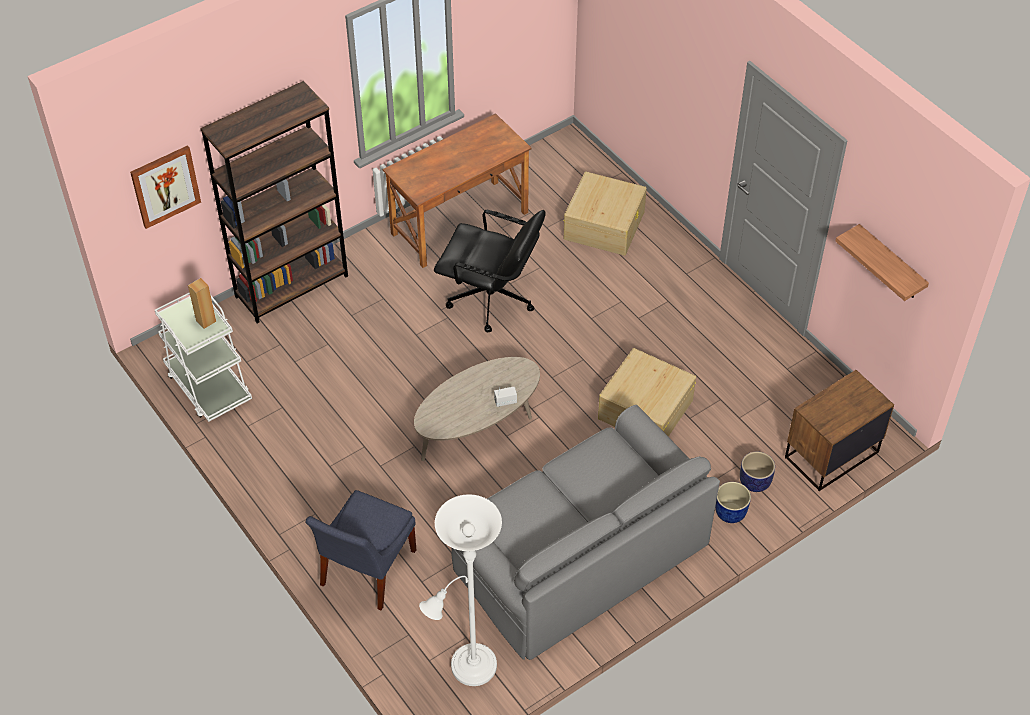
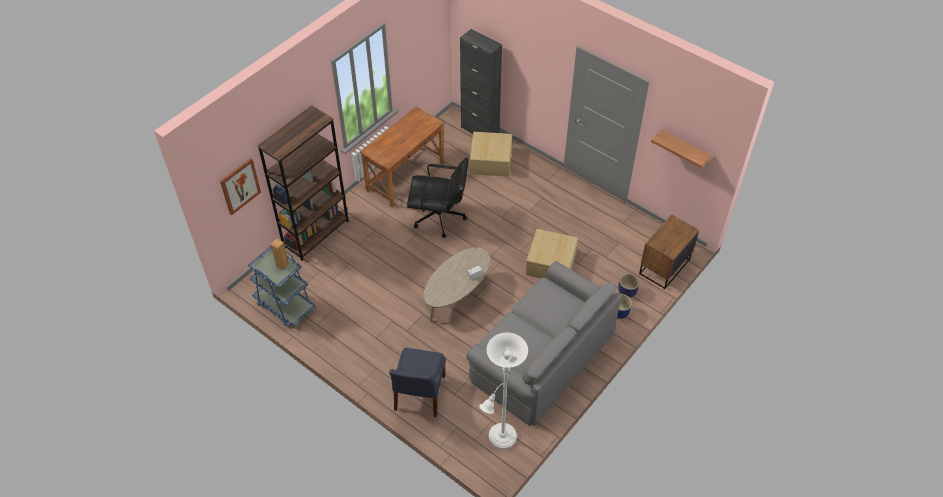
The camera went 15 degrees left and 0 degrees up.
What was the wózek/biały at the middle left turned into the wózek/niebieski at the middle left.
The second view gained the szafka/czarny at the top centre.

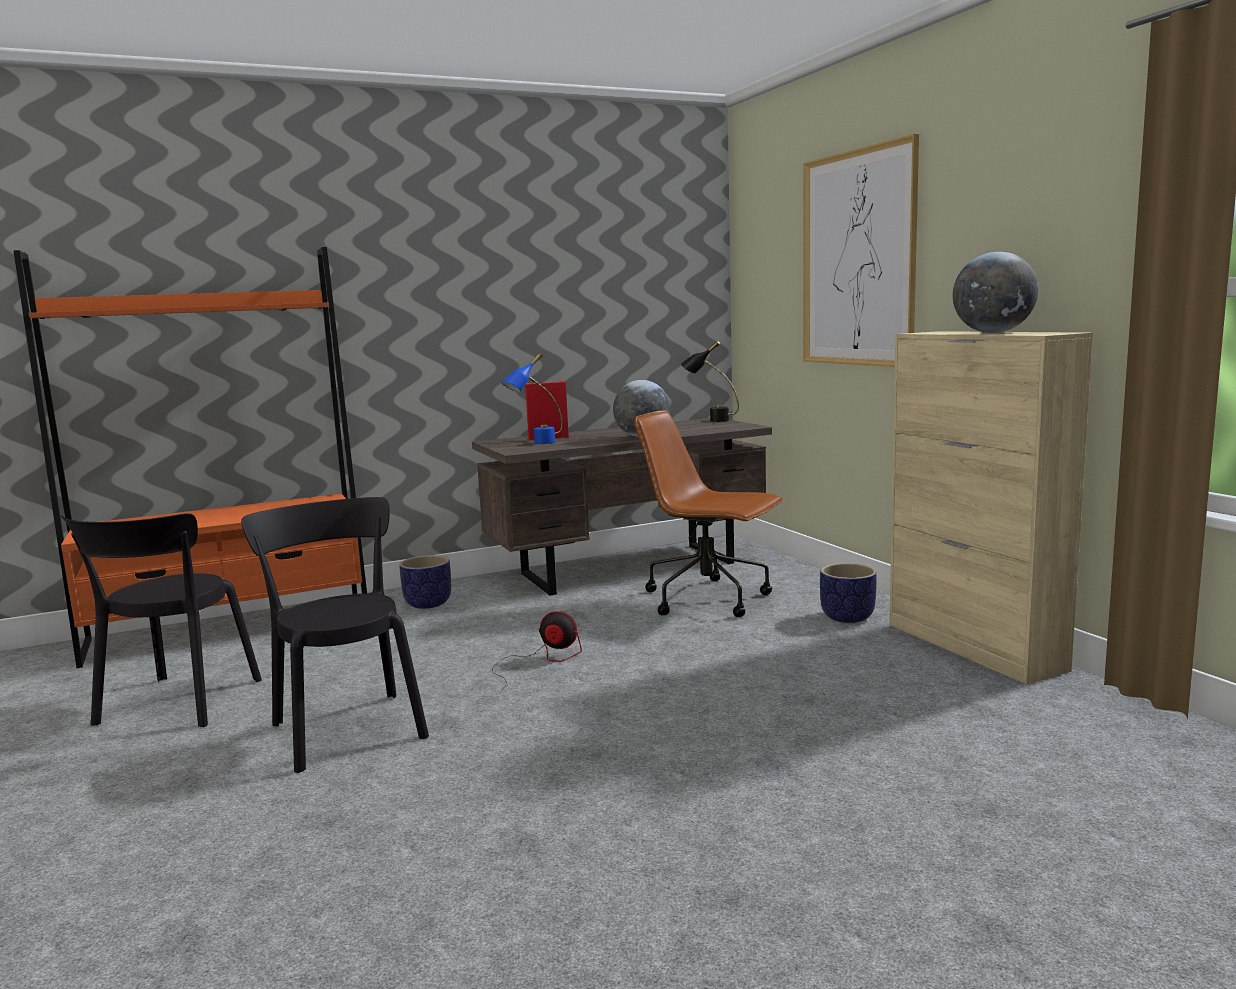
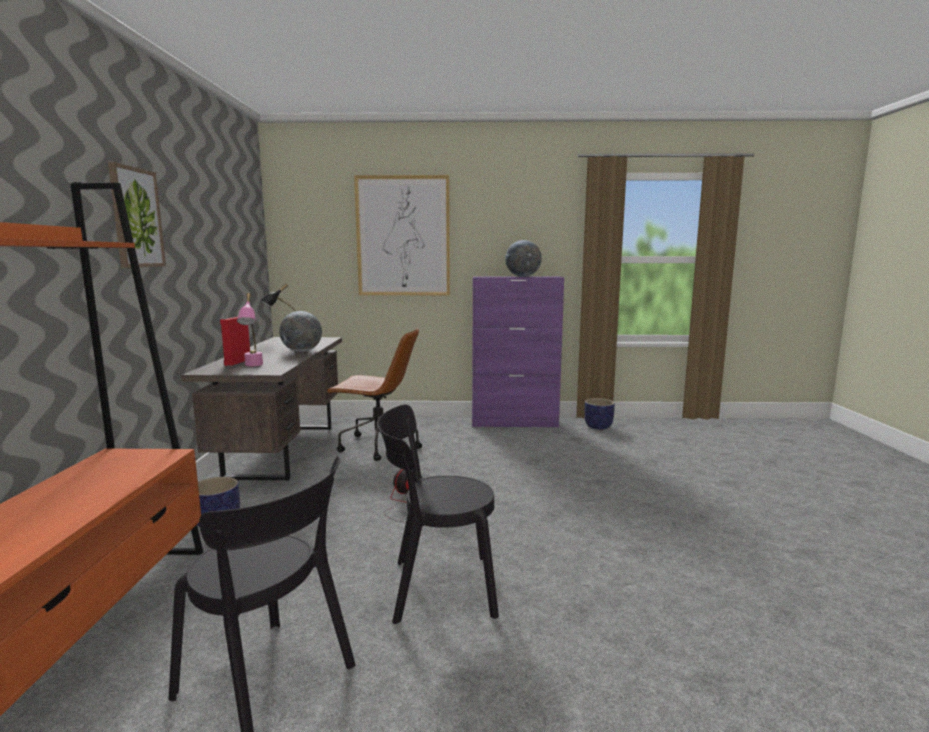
The camera went 65 degrees left and 0 degrees up.
What was the szafka/beżowy at the middle right turned into the szafka/fioletowy at the centre.
What was the lampa stołowa/niebieski at the centre turned into the lampa stołowa/różowy at the middle left.
The krzesło biurowe/brązowy at the centre ended up facing another way, 135 degrees counterclockwise from before.
The donica (2nd from left) ended up elsewhere, having gone from the middle right to the centre.
The second view gained the obraz (1st from left) at the top left.

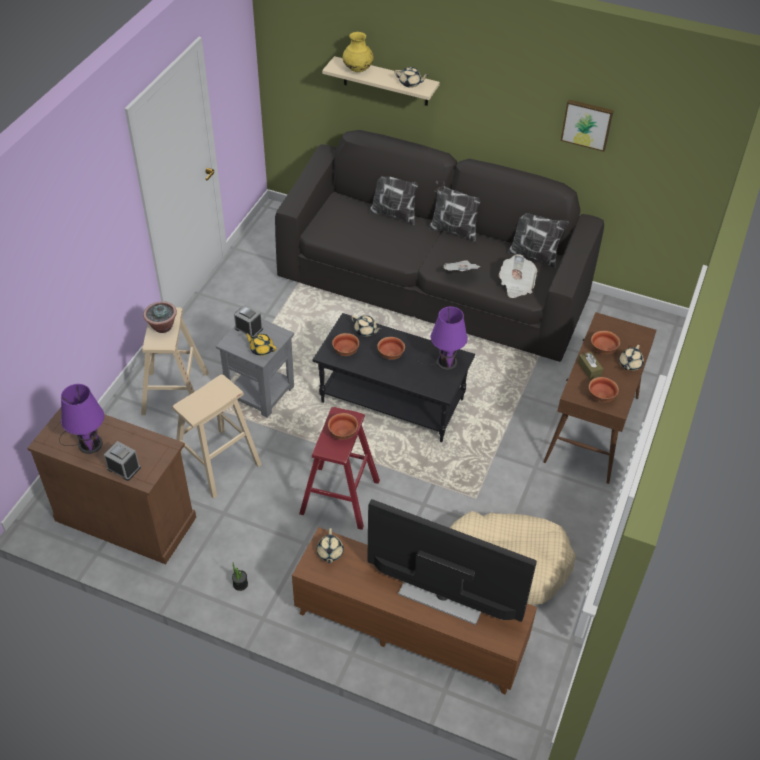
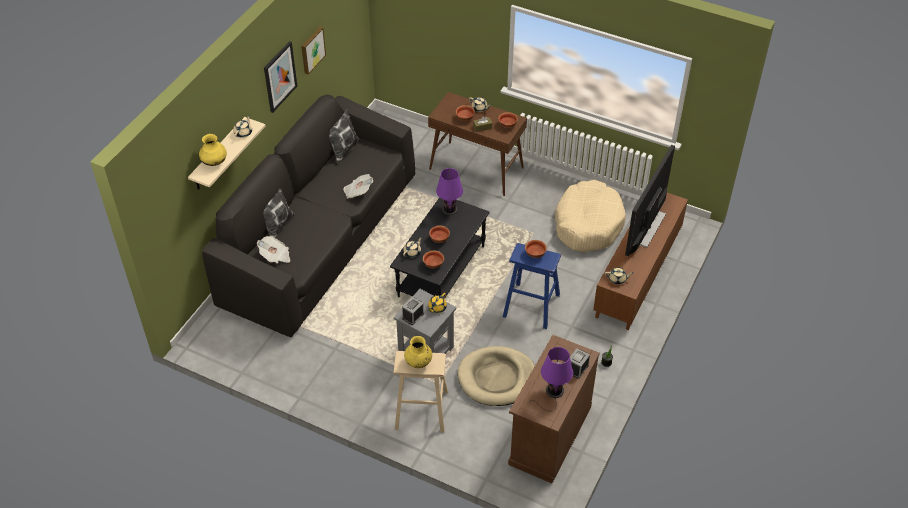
The camera went 85 degrees left and 0 degrees up.
The second view lost the poduszka (2nd from left) at the top centre.
The gazeta (2nd from left in the first image) ended up elsewhere, having gone from the middle right to the middle left.
Where the roślina doniczkowa (1st from left) stood at the middle left, the wazon/żółty (2nd from left) came to stand at the bottom centre.
Where the stołek/beżowy (2nd from left) stood at the middle left, the legowisko/beżowy (1st from left) came to stand at the bottom centre.
What was the stołek/czerwony at the centre turned into the stołek/niebieski at the centre.
The second view gained the obraz (1st from left) at the top left.

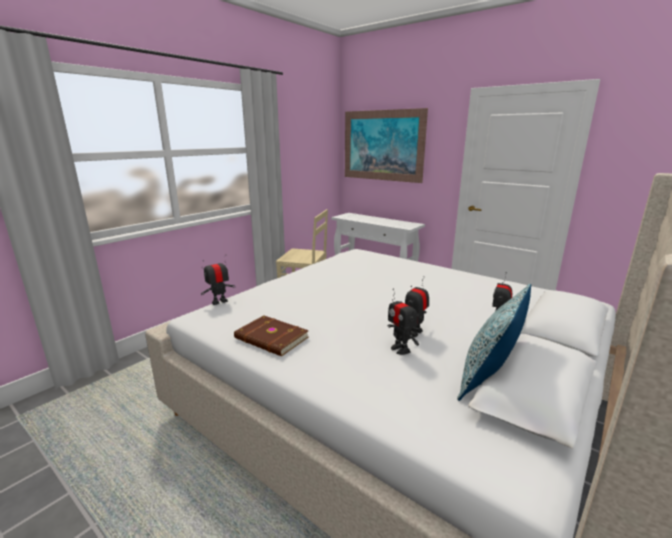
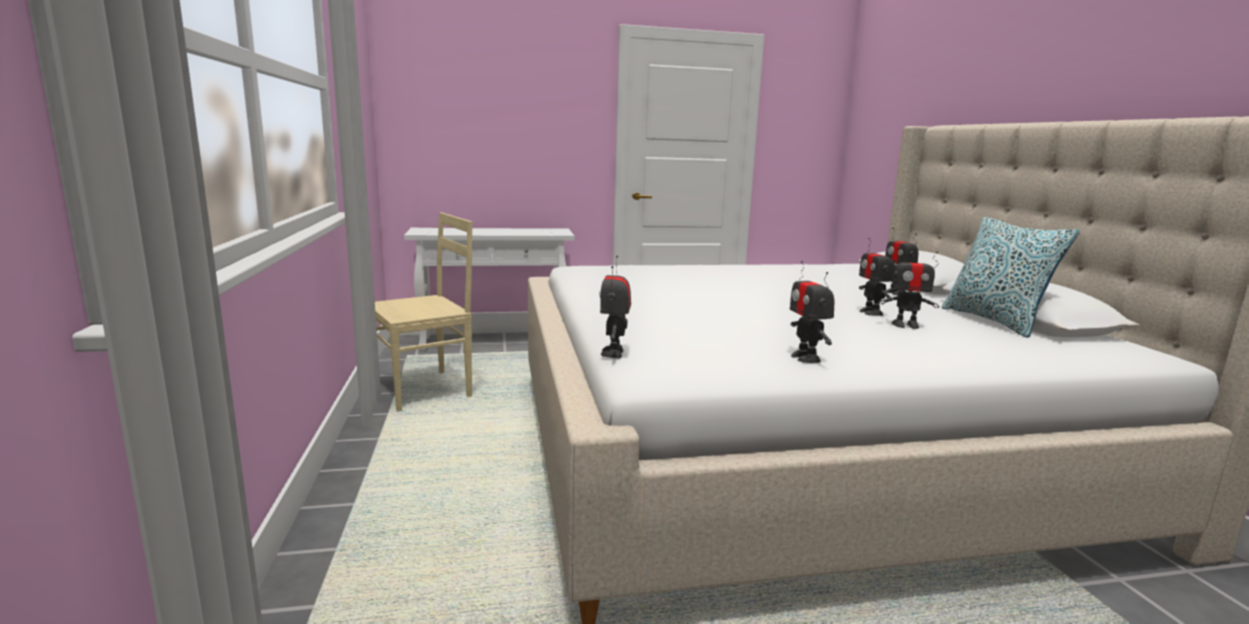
The camera went 50 degrees left and 5 degrees down.
The second view lost the obraz at the top centre.
Where the książka/brązowy stood at the centre, the robot zabawkowy (2nd from left) came to stand at the centre.

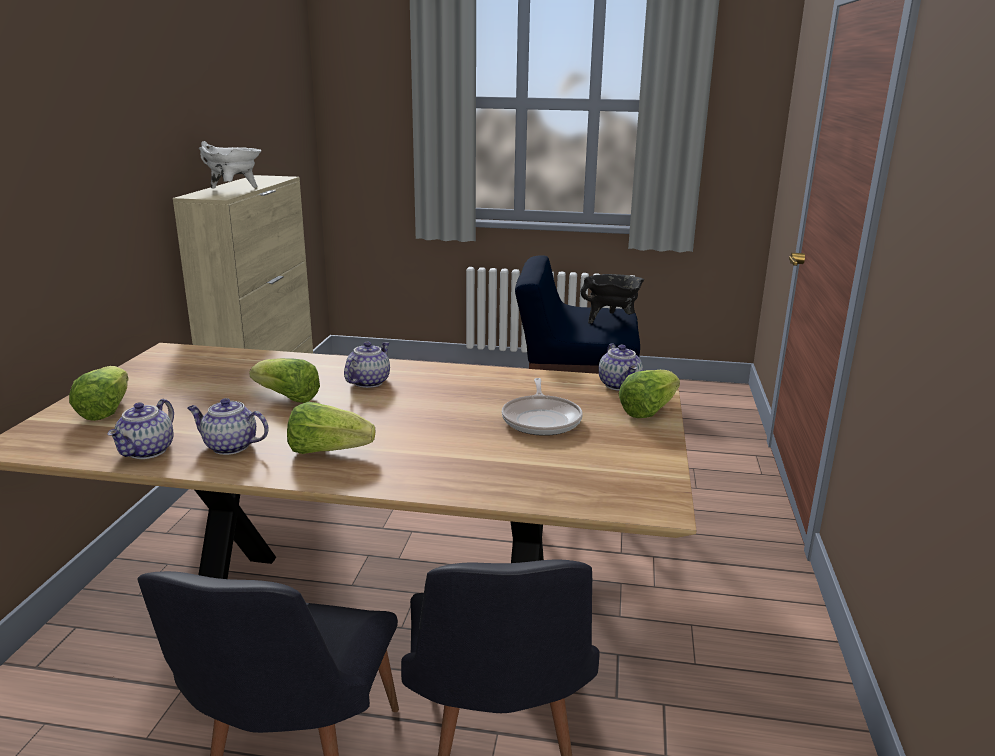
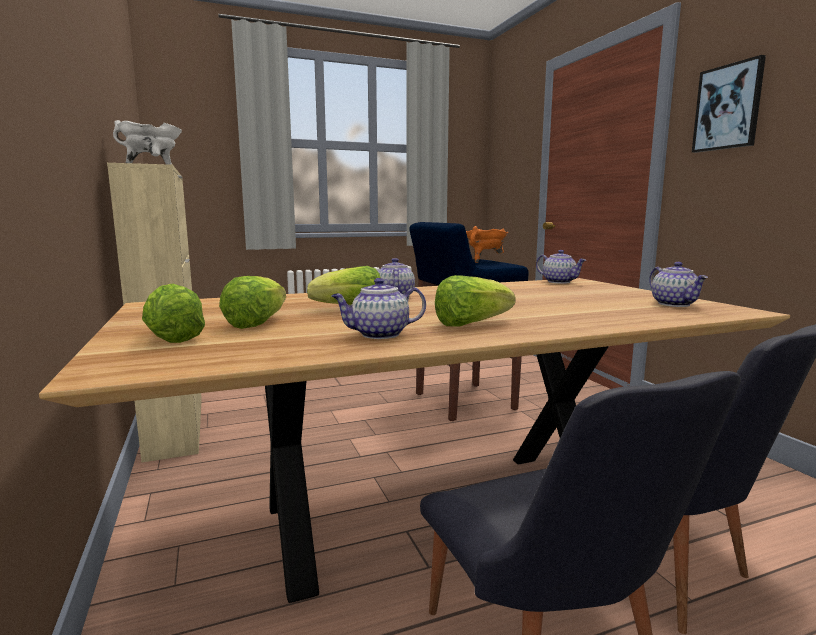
The camera went 30 degrees left and 10 degrees down.
What was the garnek/czarny at the centre turned into the garnek/pomarańczowy at the centre.
The sałata (4th from left in the first image) ended up elsewhere, having gone from the centre to the middle left.
The second view lost the patelnia at the centre.
The imbryk (1st from left in the first image) ended up elsewhere, having gone from the middle left to the middle right.
The second view gained the obraz at the top right.

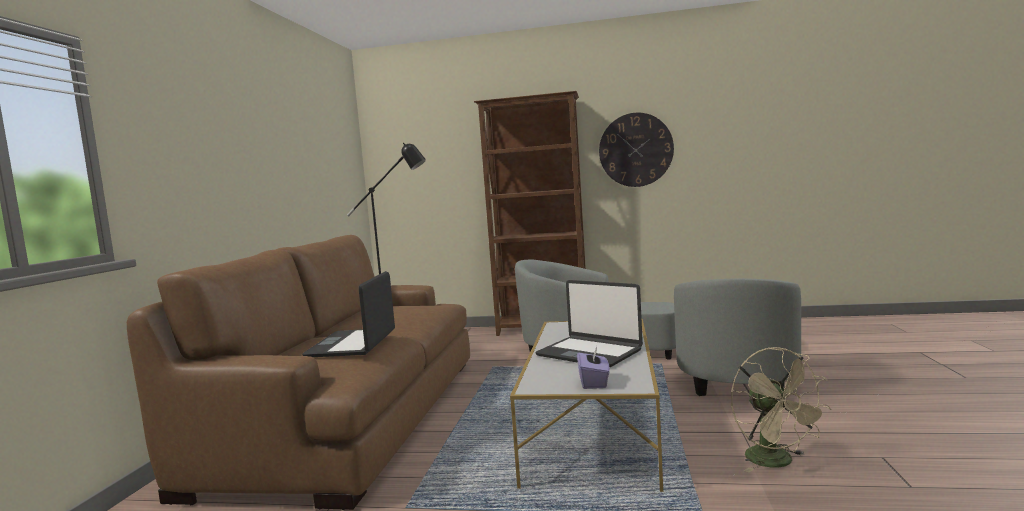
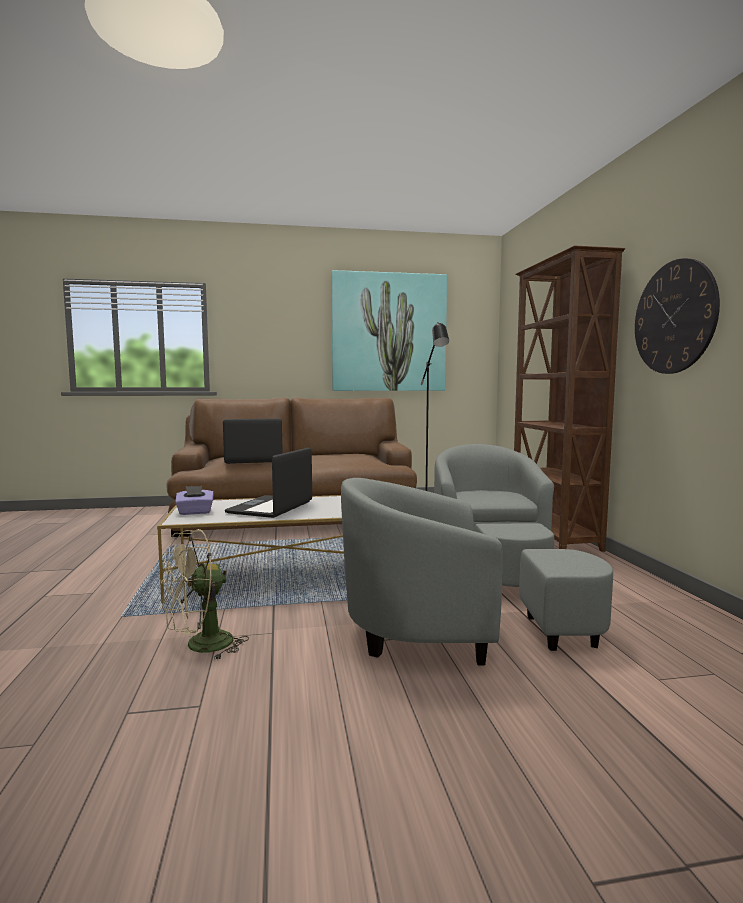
The camera went 70 degrees right and 0 degrees up.
The second view gained the obraz at the centre.

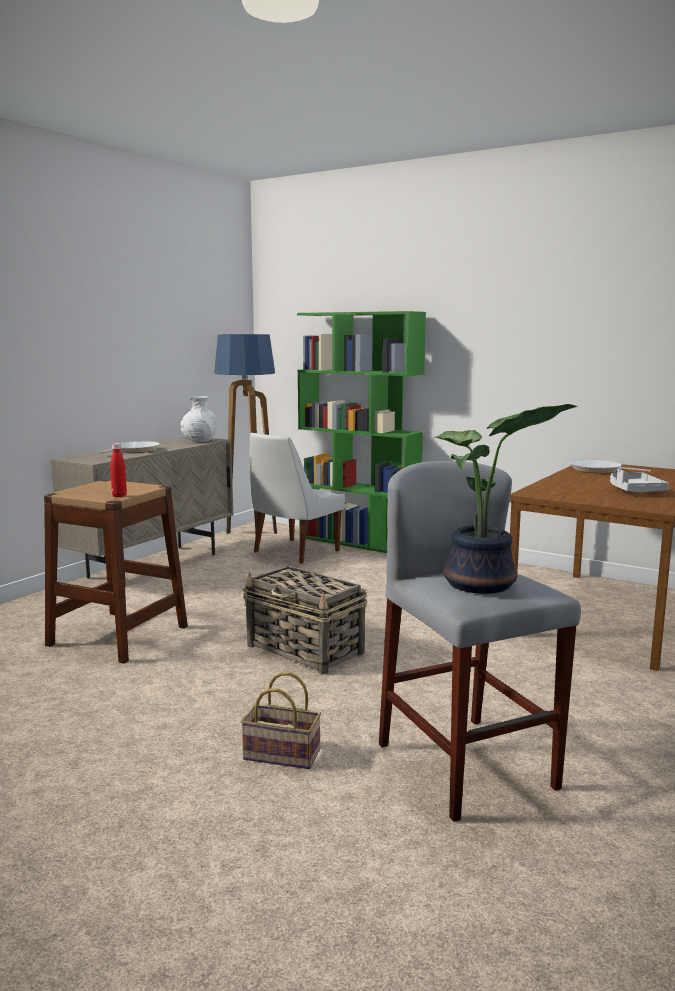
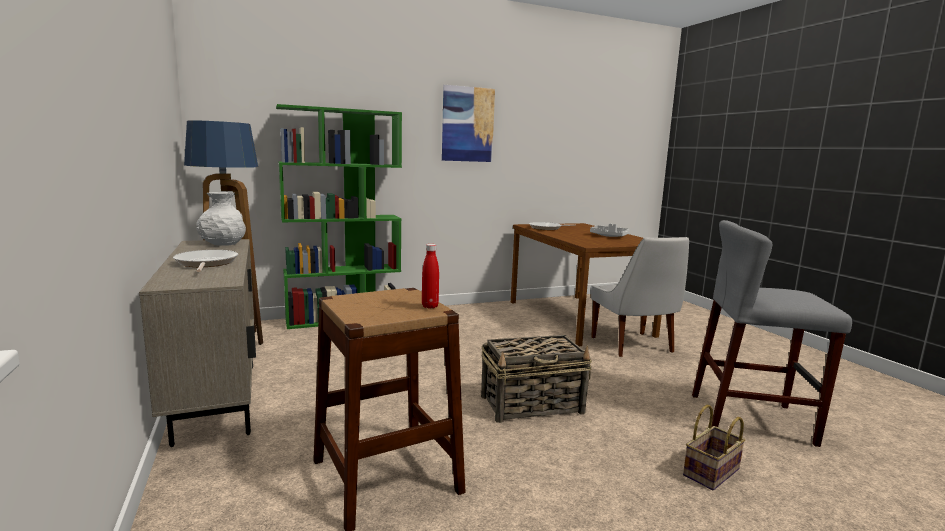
The camera went 55 degrees left and 0 degrees up.
The second view lost the roślina doniczkowa at the middle right.
The krzesło/biały ended up elsewhere, having gone from the centre to the middle right.
The second view gained the obraz at the top centre.

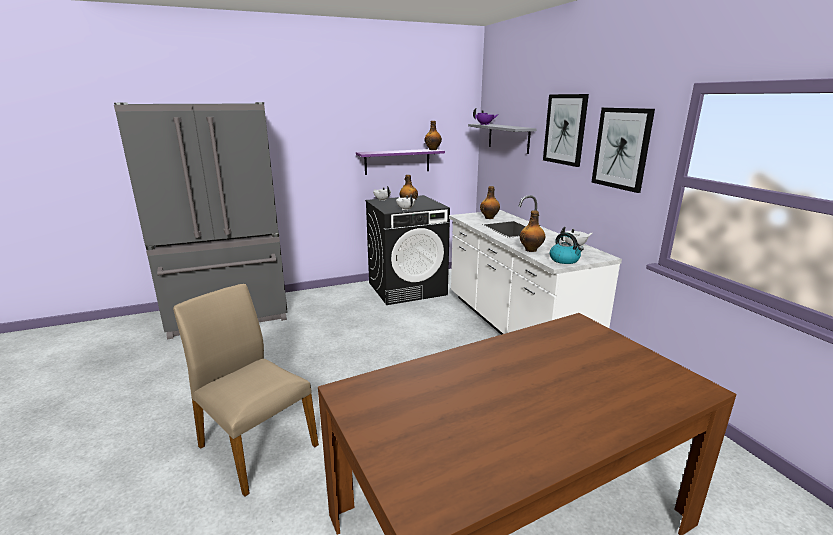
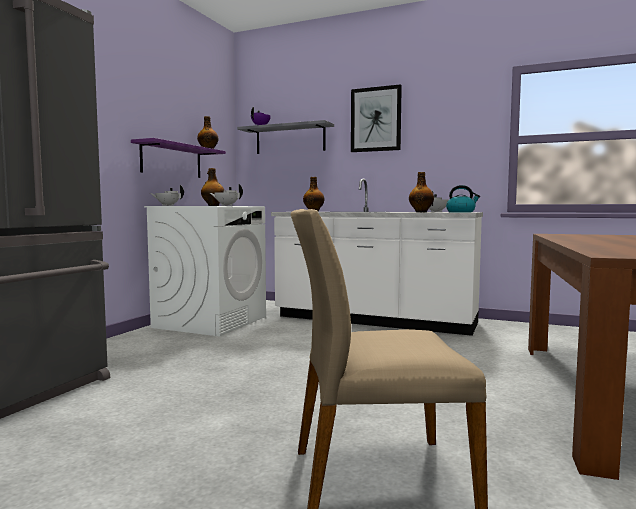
The camera went 45 degrees left and 15 degrees down.
The second view lost the obraz (2nd from left) at the top right.
What was the pralka/czarny at the centre turned into the pralka/biały at the middle left.

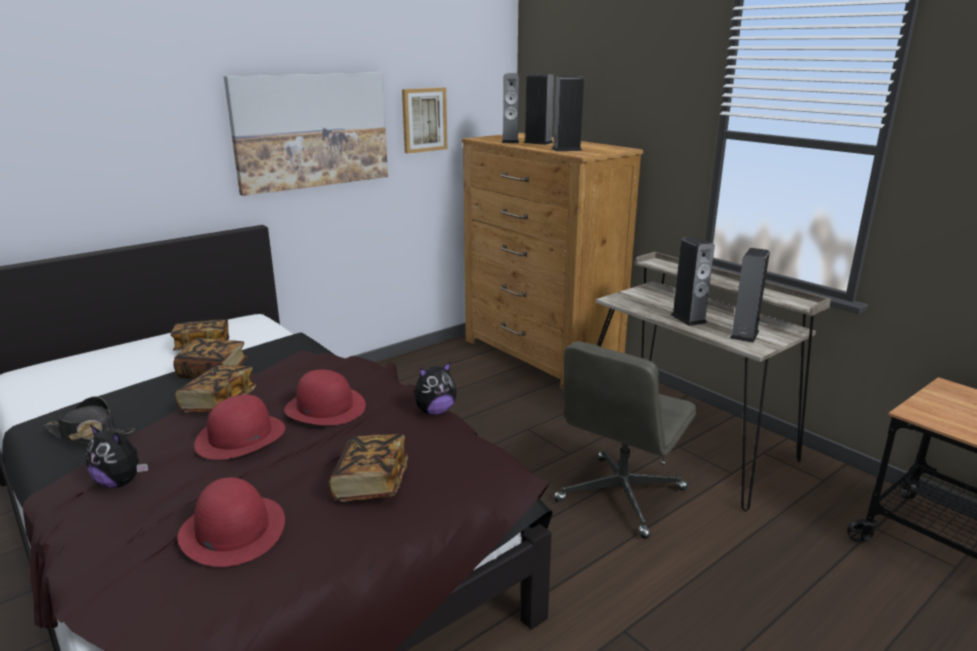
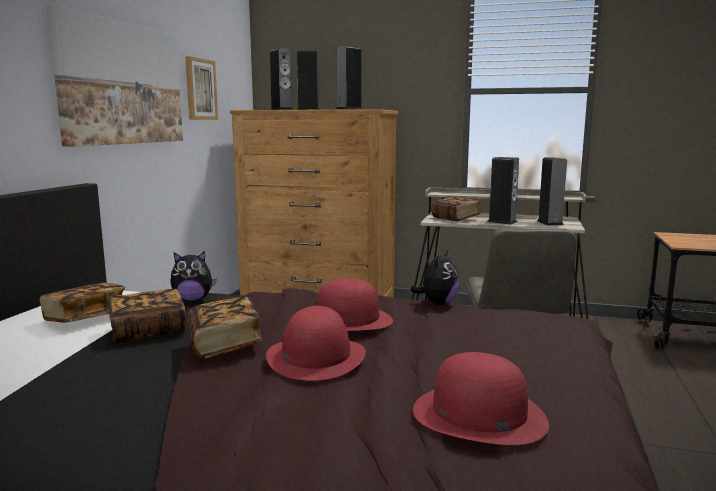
The camera went 35 degrees left and 10 degrees down.
The second view lost the kapelusz/czarny at the middle left.
The pluszak (1st from left) ended up elsewhere, having gone from the bottom left to the middle left.
The książka (4th from left) ended up elsewhere, having gone from the bottom centre to the centre.

